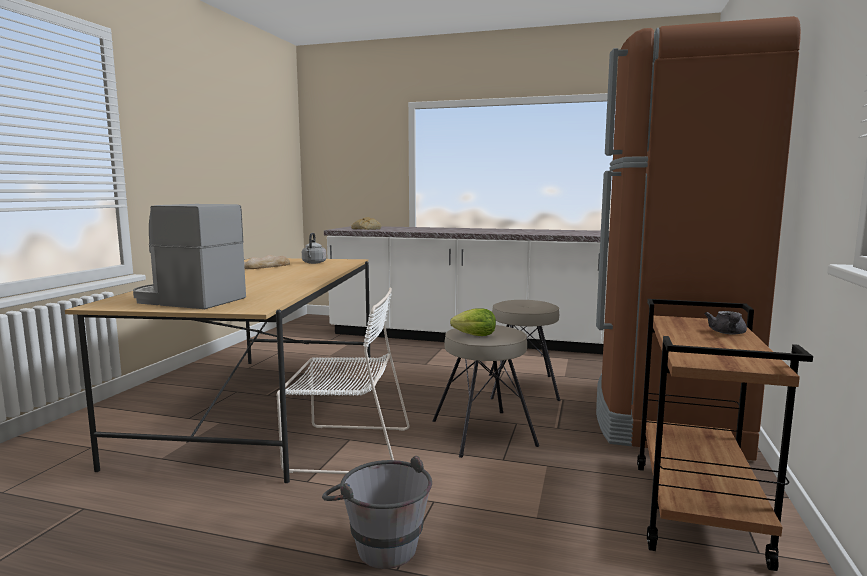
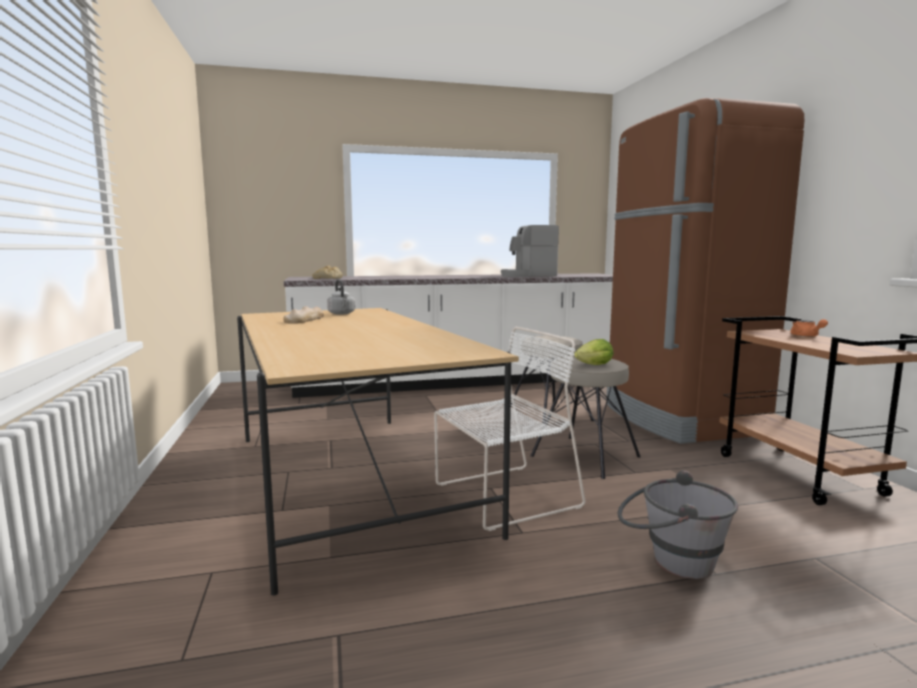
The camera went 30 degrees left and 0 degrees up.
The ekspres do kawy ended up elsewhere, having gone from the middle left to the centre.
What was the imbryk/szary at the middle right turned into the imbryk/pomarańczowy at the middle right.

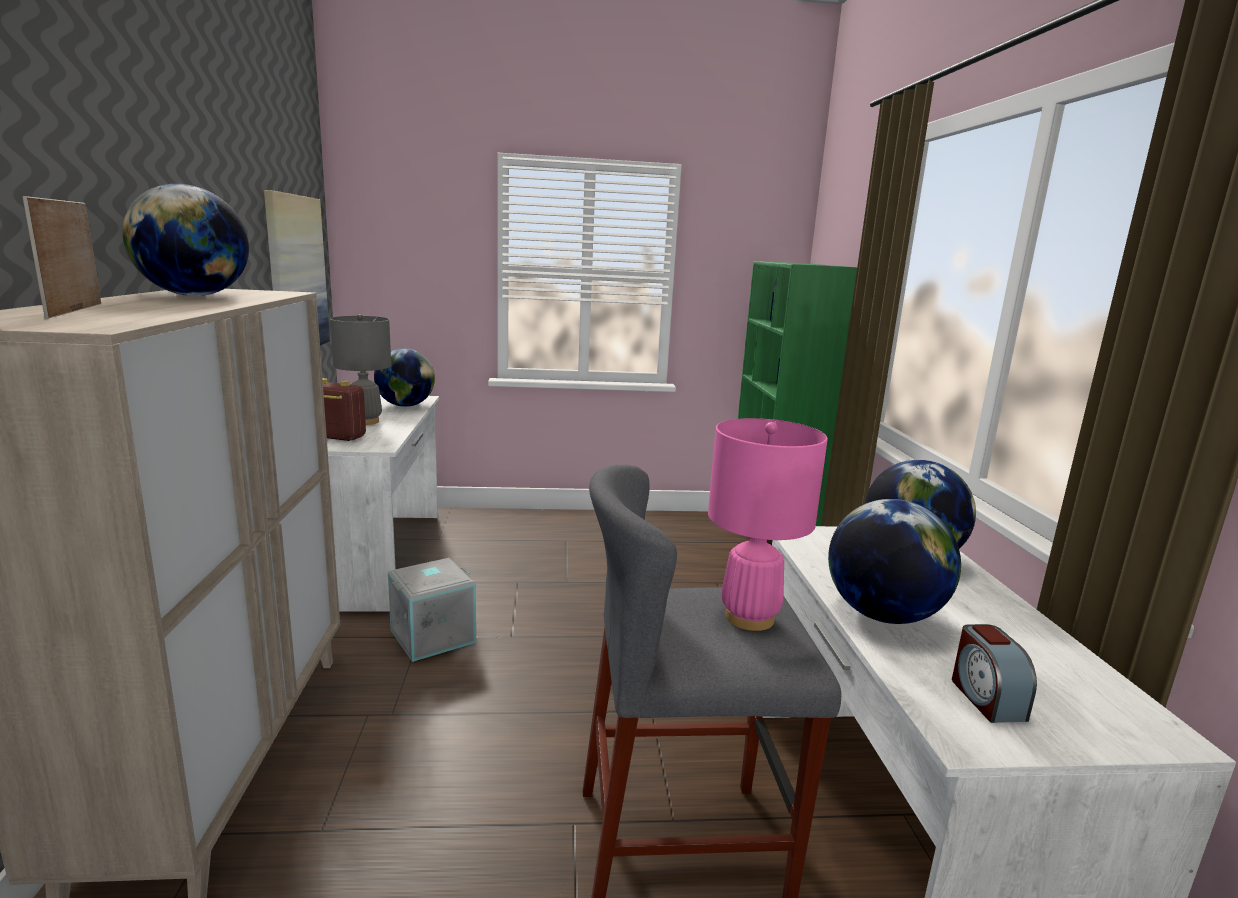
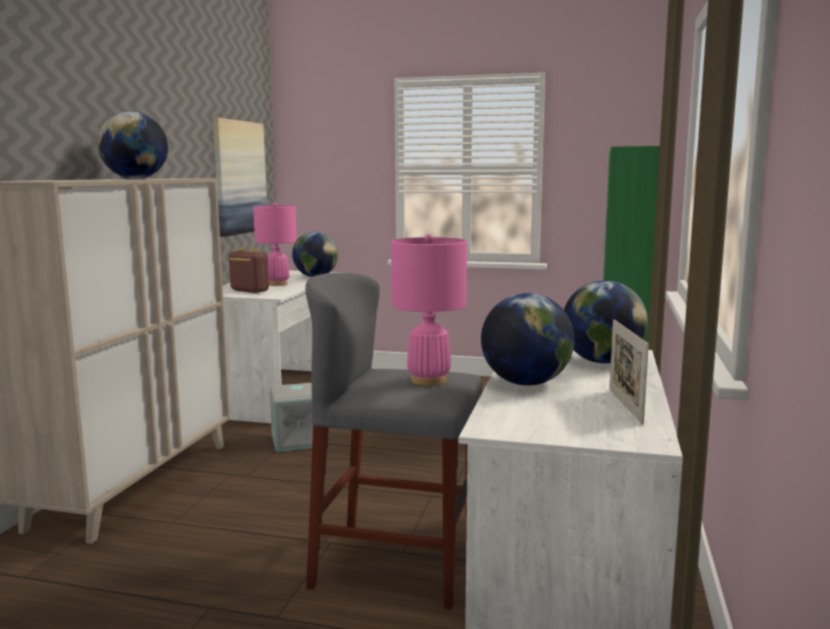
The camera went 20 degrees right and 5 degrees down.
The ramka na zdjęcie ended up elsewhere, having gone from the top left to the middle right.
What was the lampa stołowa/szary at the middle left turned into the lampa stołowa/różowy (1st from left) at the middle left.
The second view lost the budzik at the bottom right.

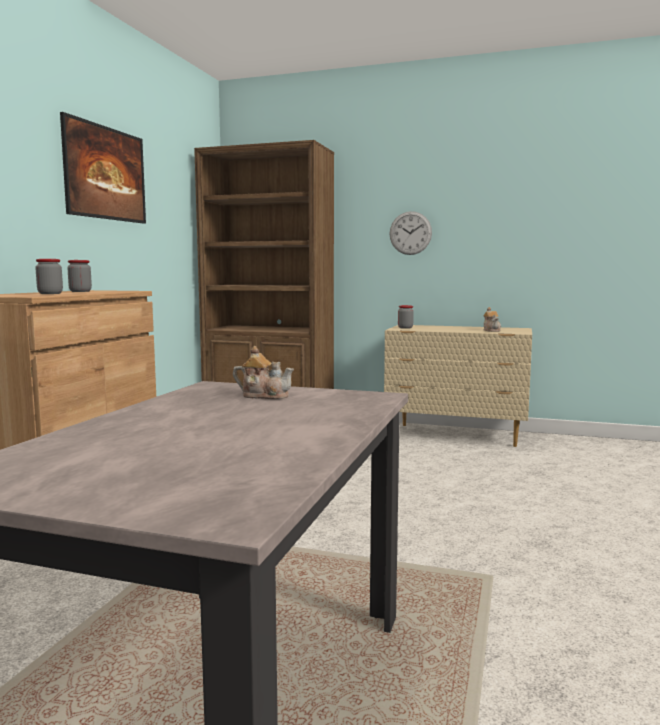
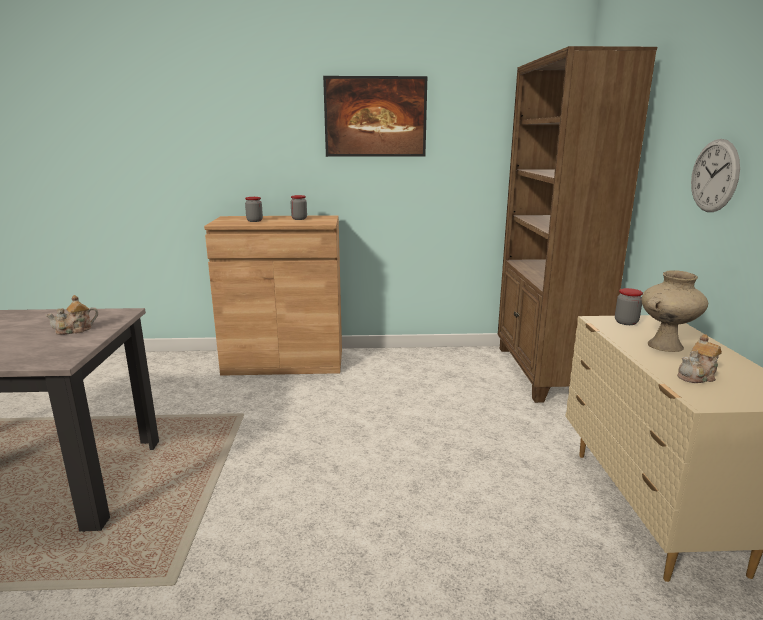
The camera went 70 degrees right and 10 degrees up.
The imbryk (1st from left) at the centre ended up facing another way, 60 degrees clockwise from before.
The second view gained the wazon/beżowy at the middle right.

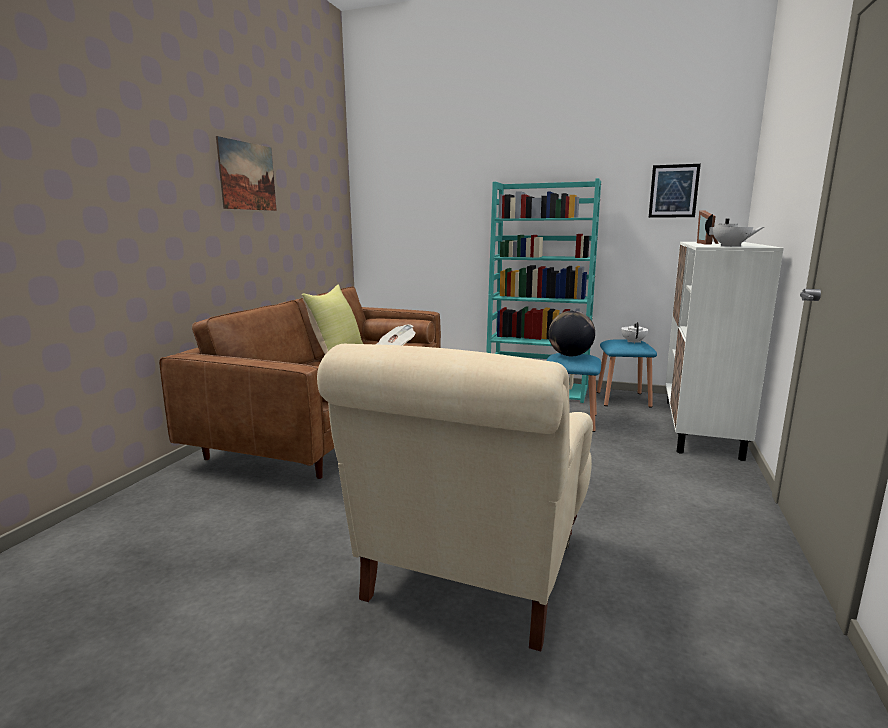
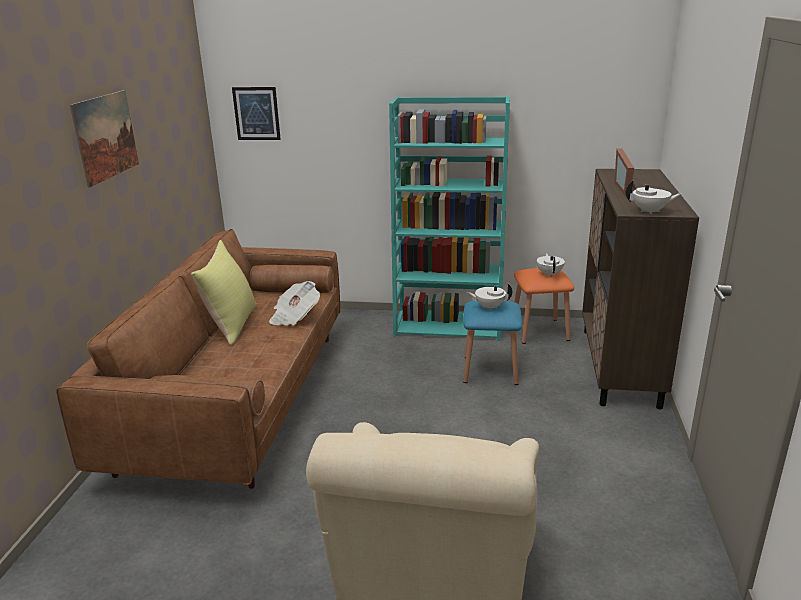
The camera went 10 degrees left and 10 degrees up.
The obraz (2nd from left) ended up elsewhere, having gone from the top right to the top left.
What was the szafka/biały at the middle right turned into the szafka/brązowy at the middle right.
Where the globus stood at the centre, the imbryk/biały (1st from left) came to stand at the centre.
What was the stołek/niebieski (2nd from left) at the middle right turned into the stołek/pomarańczowy at the middle right.

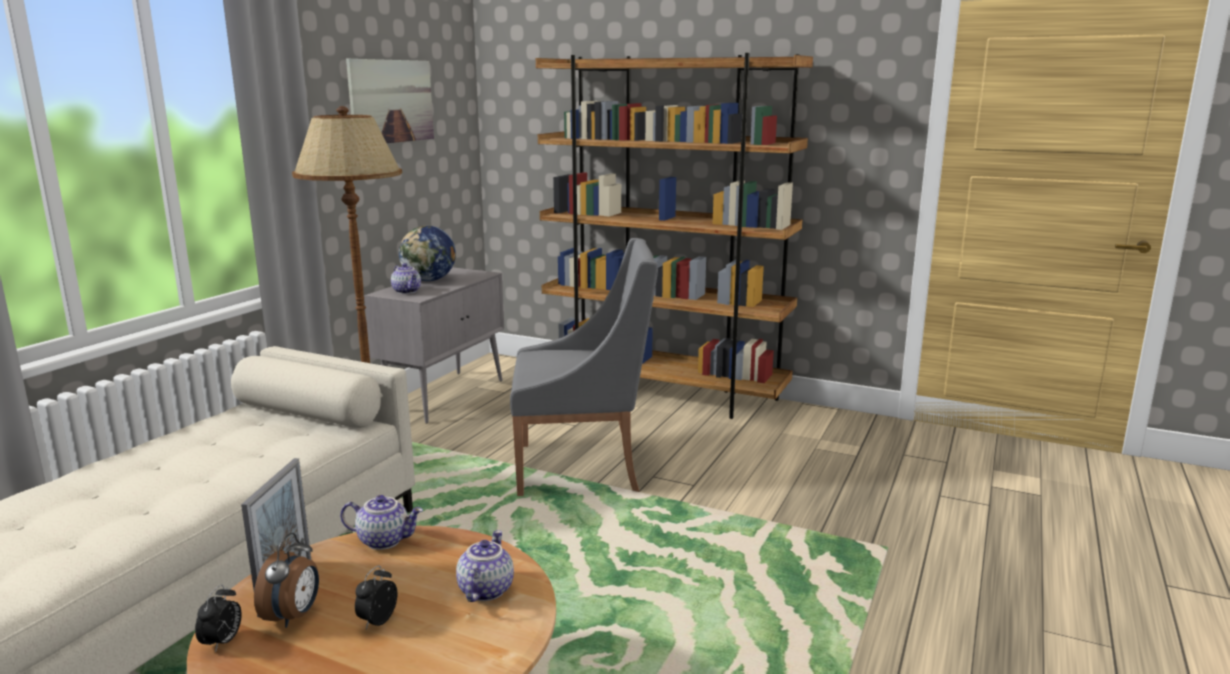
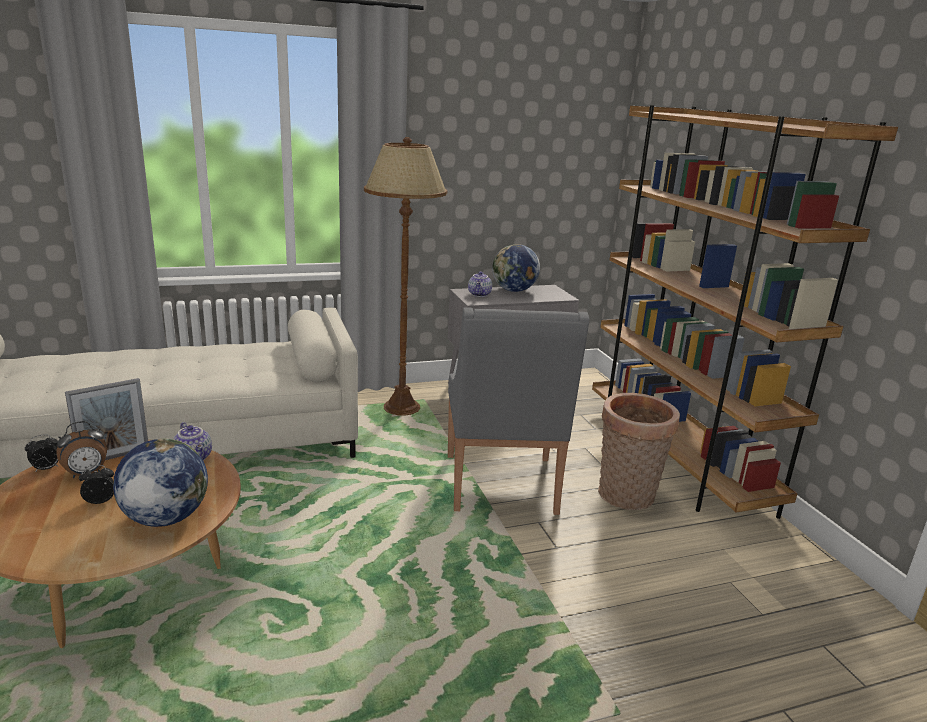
The camera went 45 degrees right and 5 degrees up.
The second view lost the obraz at the top left.
The fotel/szary at the centre ended up facing another way, 45 degrees clockwise from before.
Where the imbryk (3rd from left) stood at the bottom centre, the globus (1st from left) came to stand at the bottom left.
The second view gained the koszyk at the middle right.

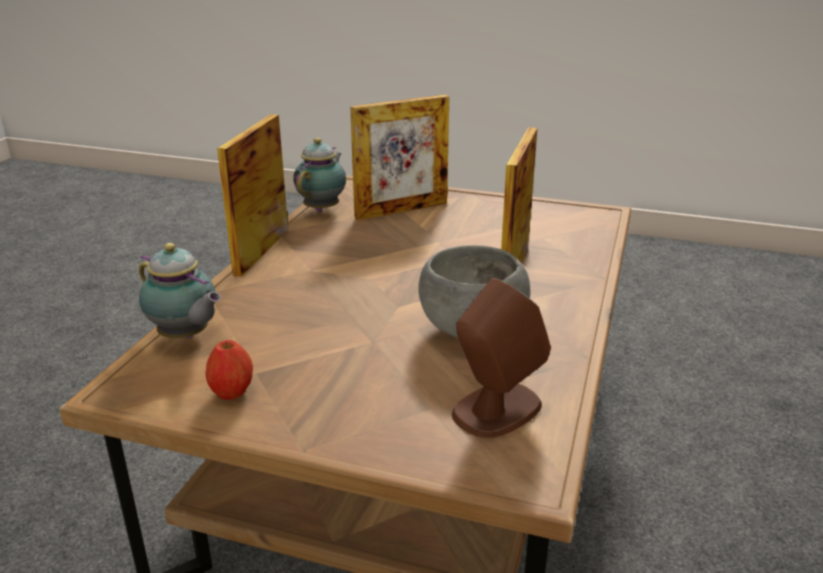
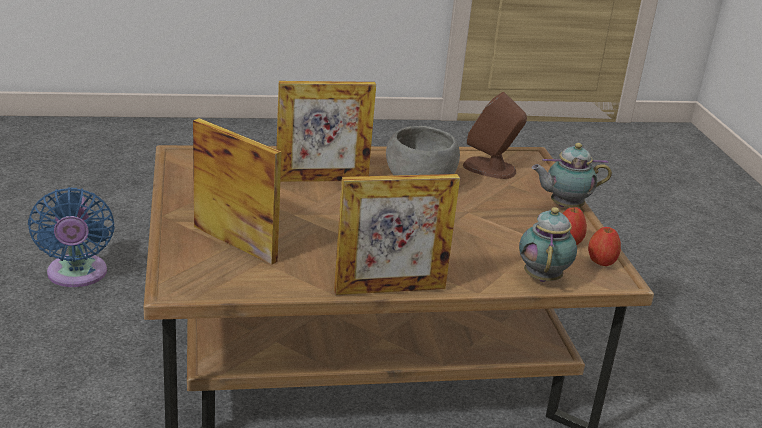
The camera went 120 degrees left and 0 degrees up.
The imbryk (2nd from left) ended up elsewhere, having gone from the top centre to the middle right.
The second view gained the wentylator/niebieski at the middle left.
The second view gained the jabłko (2nd from left) at the middle right.

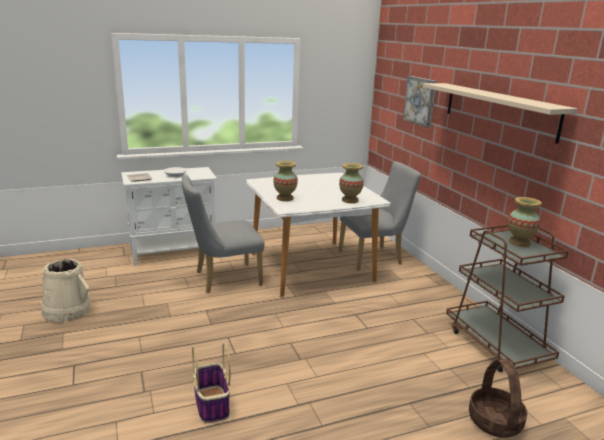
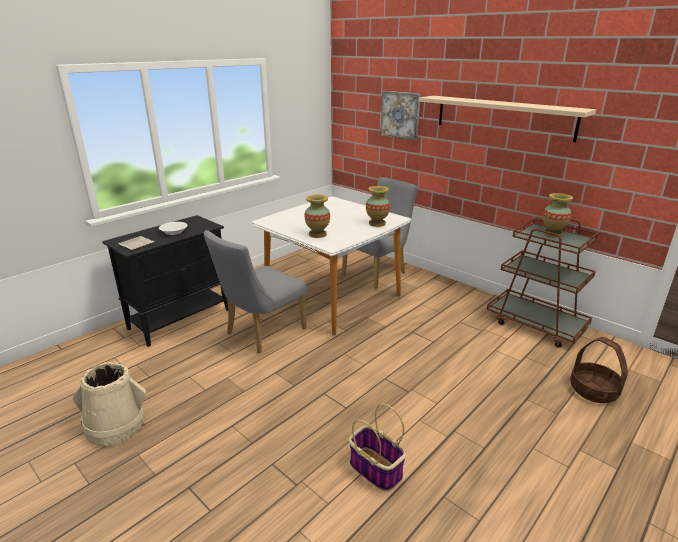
The camera went 25 degrees left and 5 degrees up.
What was the szafka/biały at the middle left turned into the szafka/czarny at the middle left.

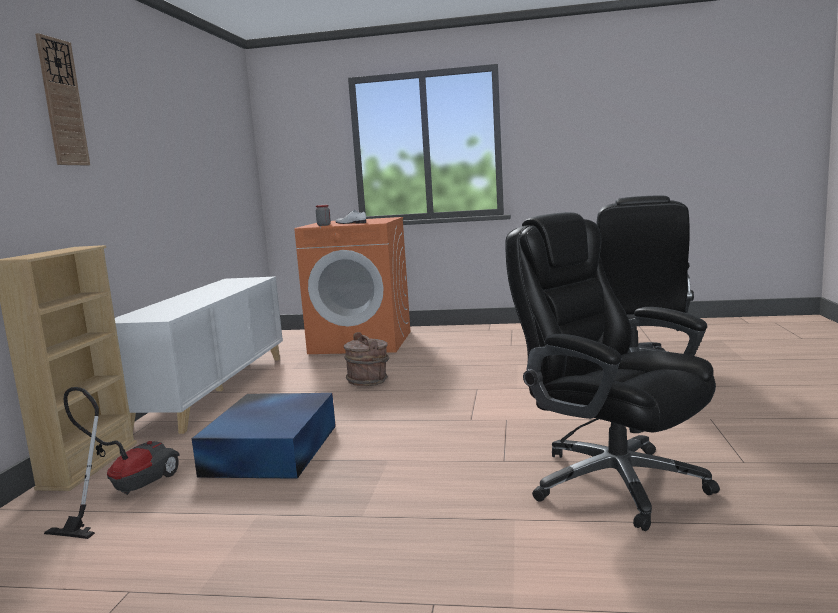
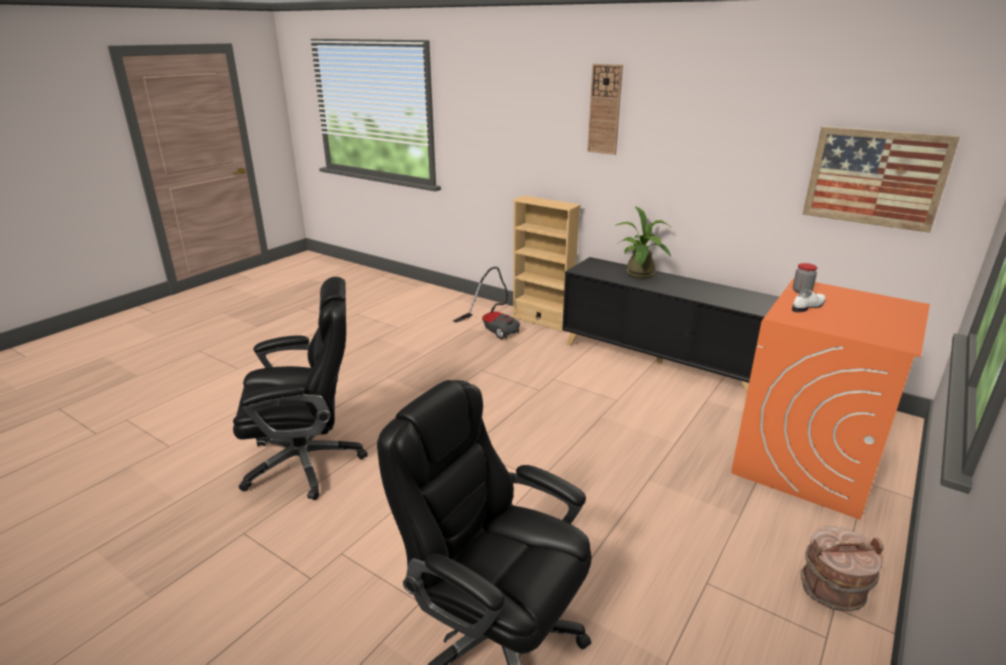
The camera went 115 degrees right and 15 degrees up.
What was the szafka/biały at the middle left turned into the szafka/czarny at the centre.
The wiadro/brązowy ended up elsewhere, having gone from the centre to the bottom right.
The second view lost the pojemnik do przechowywania/niebieski at the bottom left.
The second view gained the obraz at the top right.
The second view gained the roślina doniczkowa at the centre.

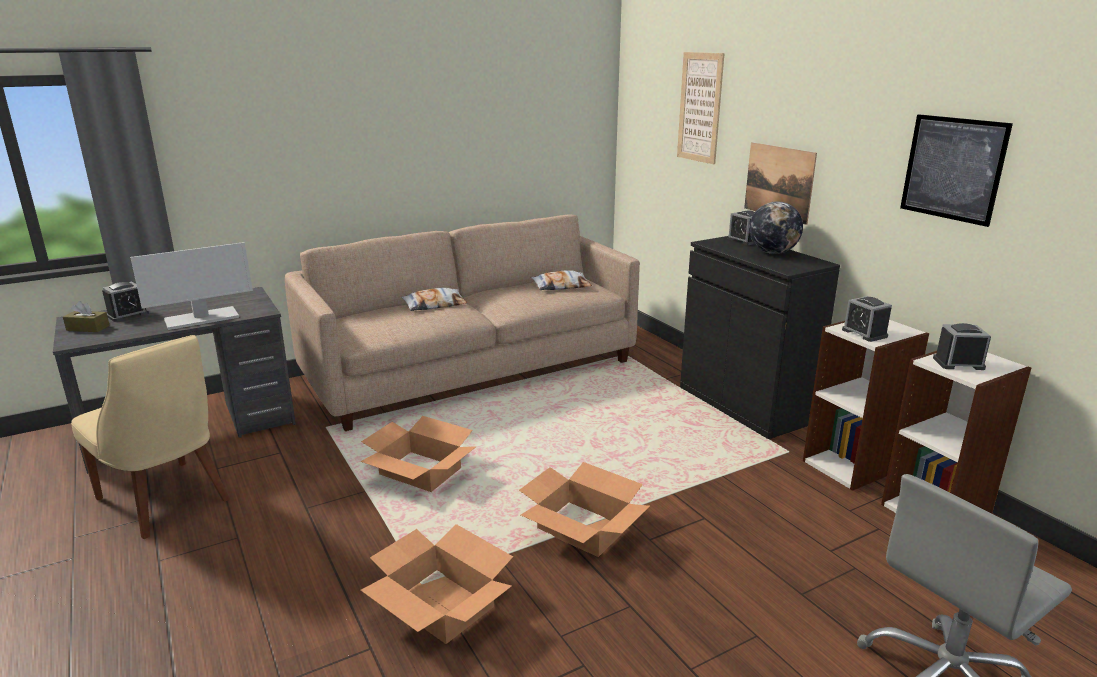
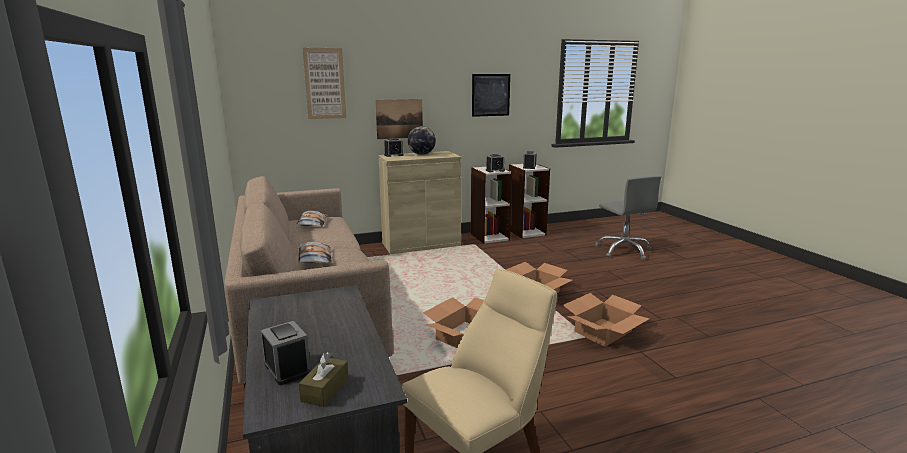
The camera went 80 degrees left and 5 degrees down.
What was the szafka/czarny at the middle right turned into the szafka/beżowy at the centre.
The second view lost the monitor at the middle left.

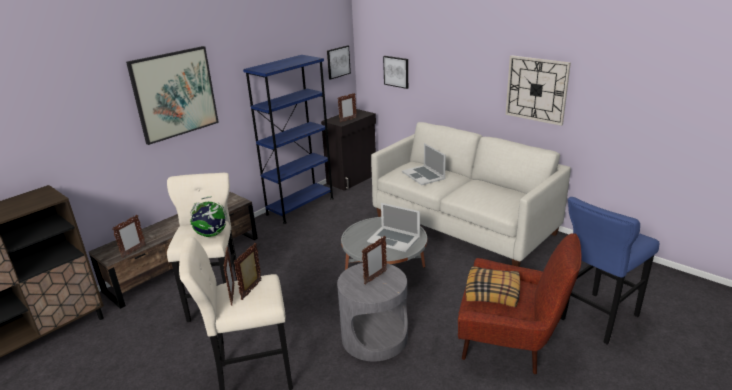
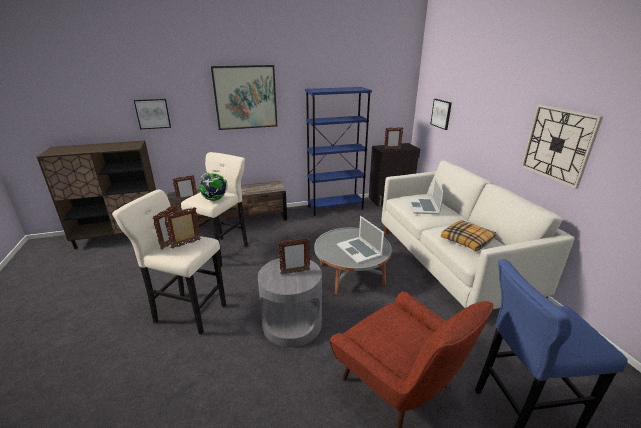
The camera went 30 degrees right and 0 degrees up.
The obraz (2nd from left in the first image) ended up elsewhere, having gone from the top centre to the top left.
The poduszka ended up elsewhere, having gone from the bottom right to the middle right.

